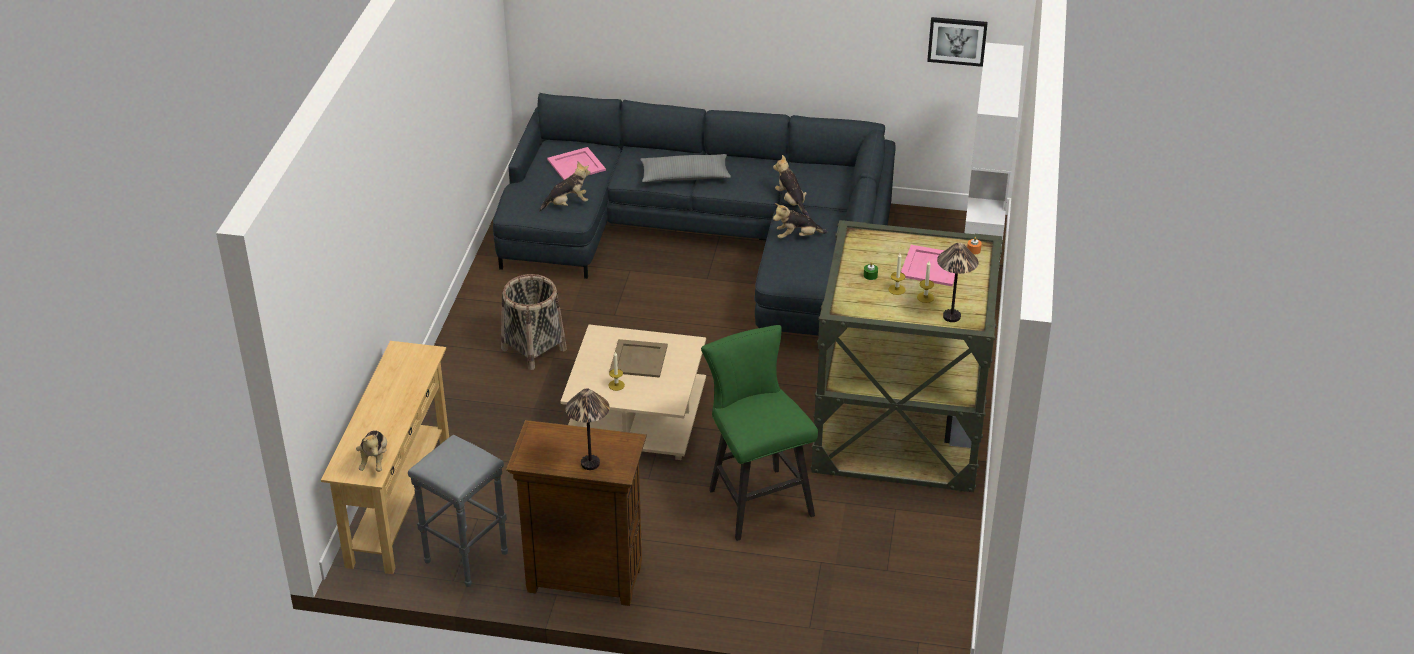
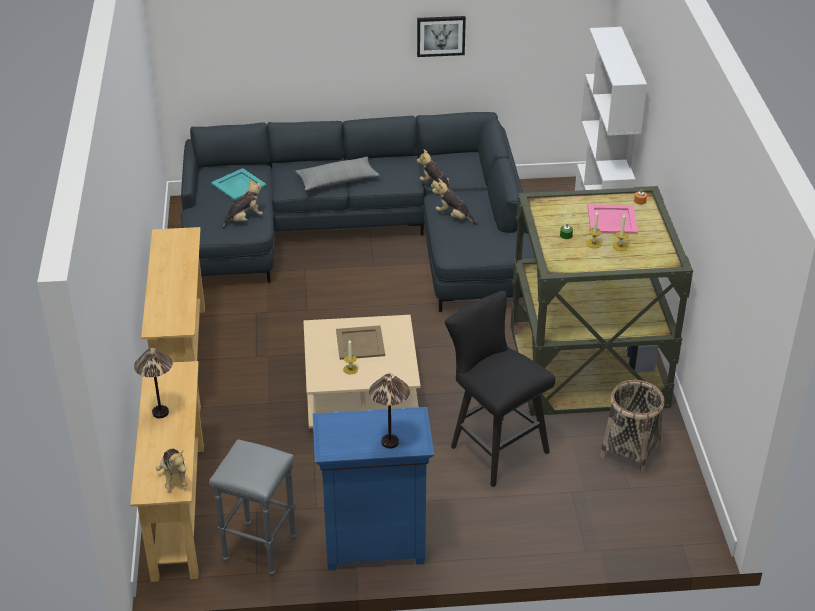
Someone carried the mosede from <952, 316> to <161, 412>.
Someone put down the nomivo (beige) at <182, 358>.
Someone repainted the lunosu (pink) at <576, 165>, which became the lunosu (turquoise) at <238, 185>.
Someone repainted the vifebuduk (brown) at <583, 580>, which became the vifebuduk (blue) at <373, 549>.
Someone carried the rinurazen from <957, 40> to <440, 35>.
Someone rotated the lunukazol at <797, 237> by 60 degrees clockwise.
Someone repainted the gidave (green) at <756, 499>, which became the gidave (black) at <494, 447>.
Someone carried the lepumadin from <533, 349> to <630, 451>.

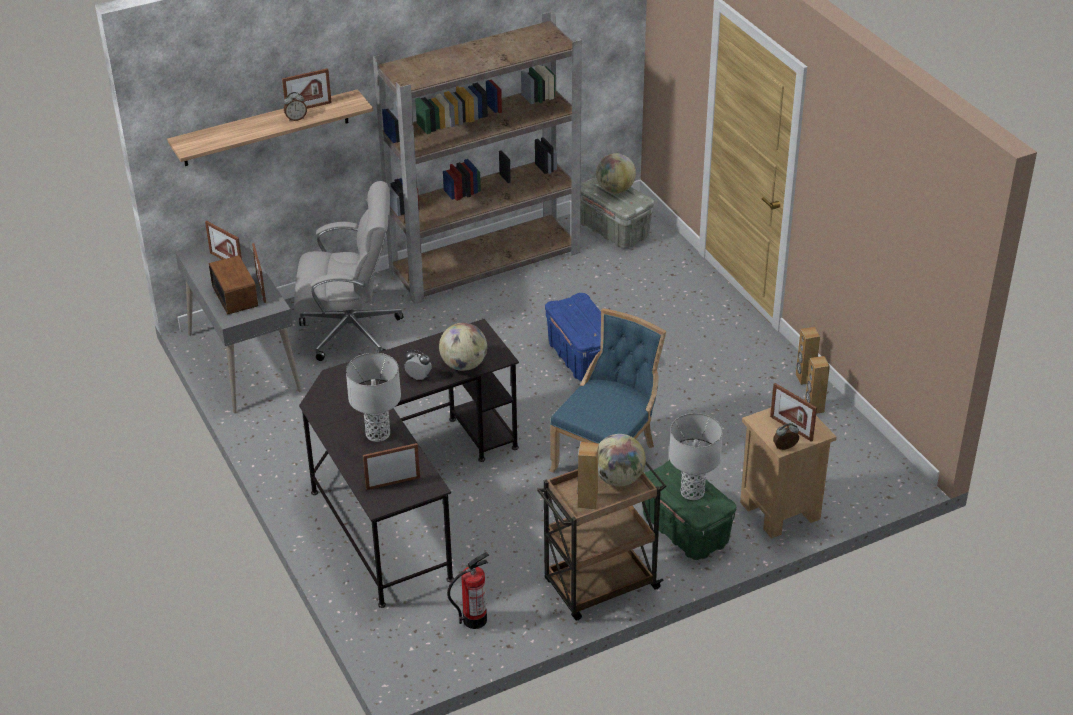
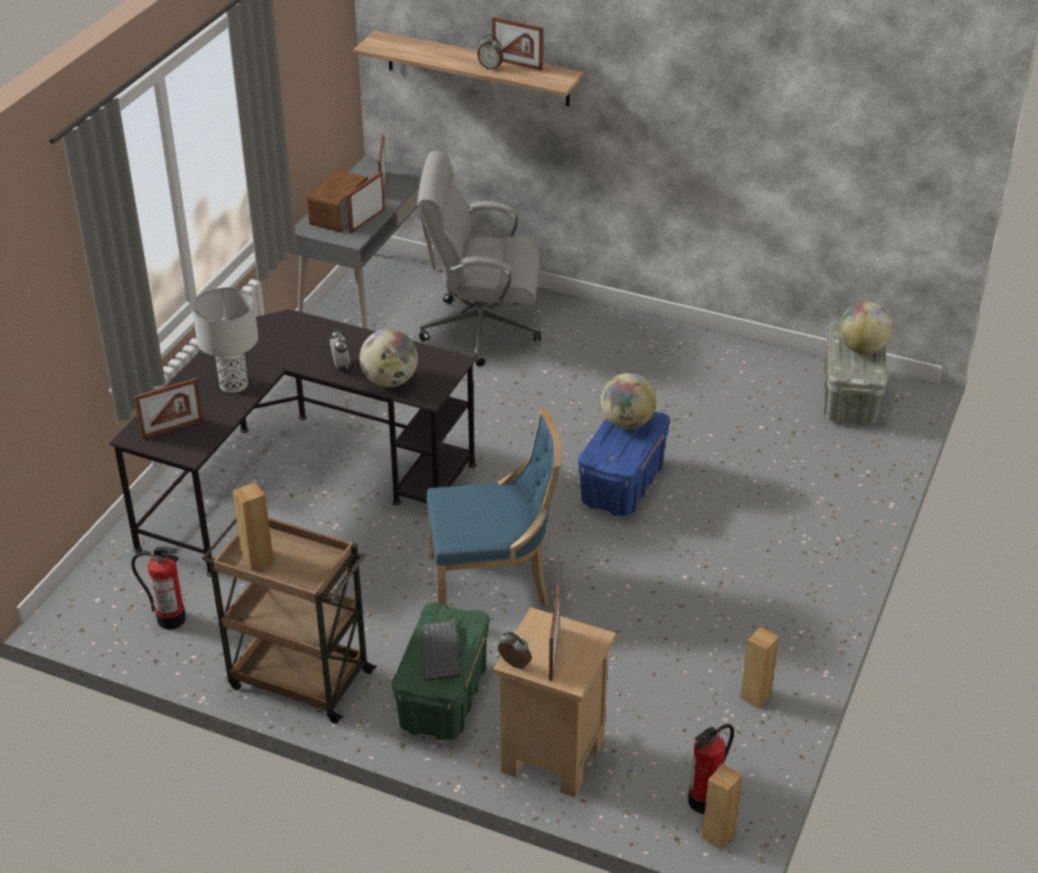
Someone rotated the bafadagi at <393, 483> by 120 degrees clockwise.
Someone rotated the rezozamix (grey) at <350, 331> by 135 degrees clockwise.
Someone swapped the mosede (white) at <693, 492> for the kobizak at <442, 652>.
Someone carried the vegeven from <618, 479> to <627, 423>.
Someone put down the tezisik at <704, 801>.
Someone carried the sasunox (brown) from <804, 378> to <717, 835>.
Someone took away the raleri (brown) at <485, 261>.

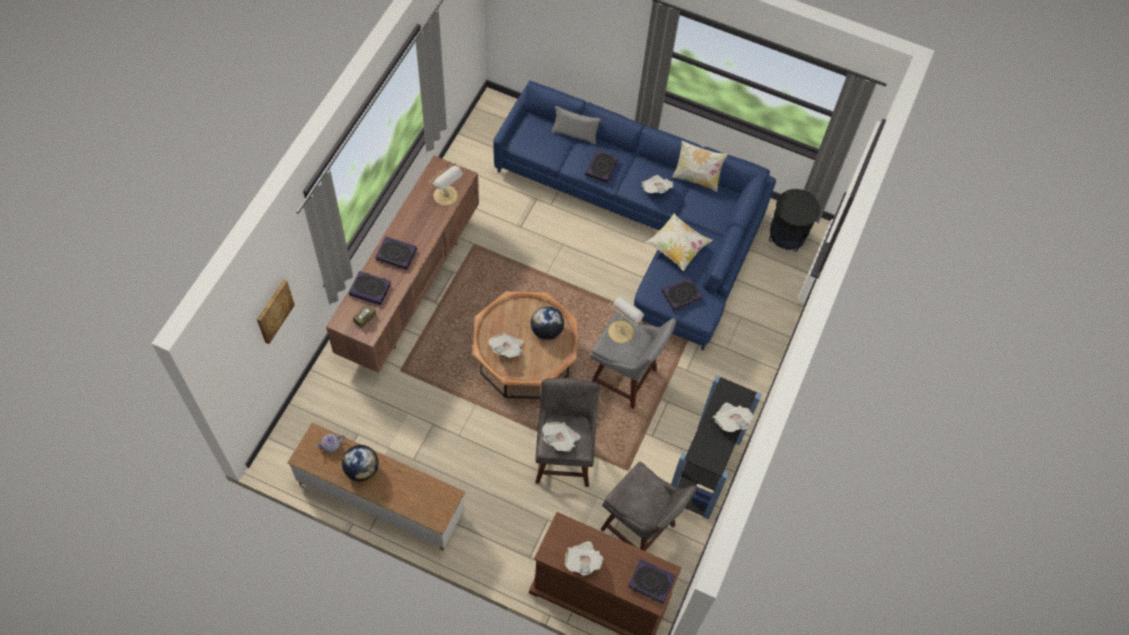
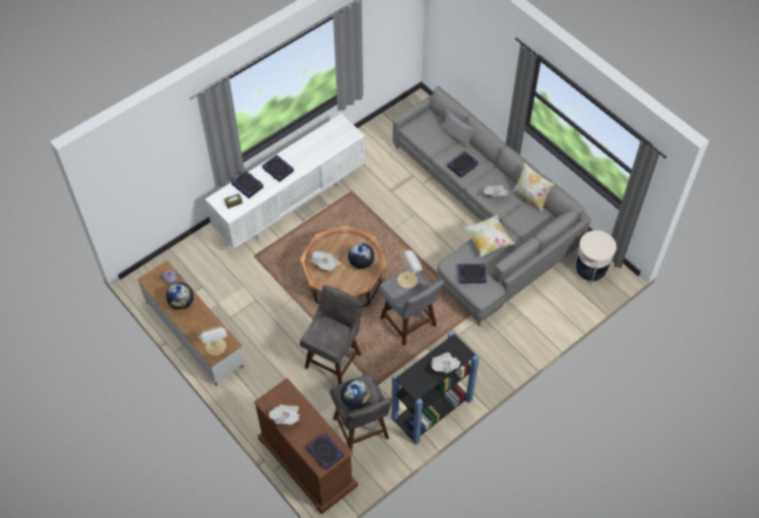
Someone carried the mosede from <446, 196> to <216, 347>.
Someone repainted the vifebuduk (brown) at <410, 287>, which became the vifebuduk (white) at <291, 203>.
Someone put down the vegeven at <355, 400>.
Someone repainted the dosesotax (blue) at <643, 218>, which became the dosesotax (grey) at <486, 217>.
Someone repainted the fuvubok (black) at <787, 236>, which became the fuvubok (beige) at <590, 270>.
Someone took away the rinurazen at <274, 311>.
Someone took away the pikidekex at <561, 440>.

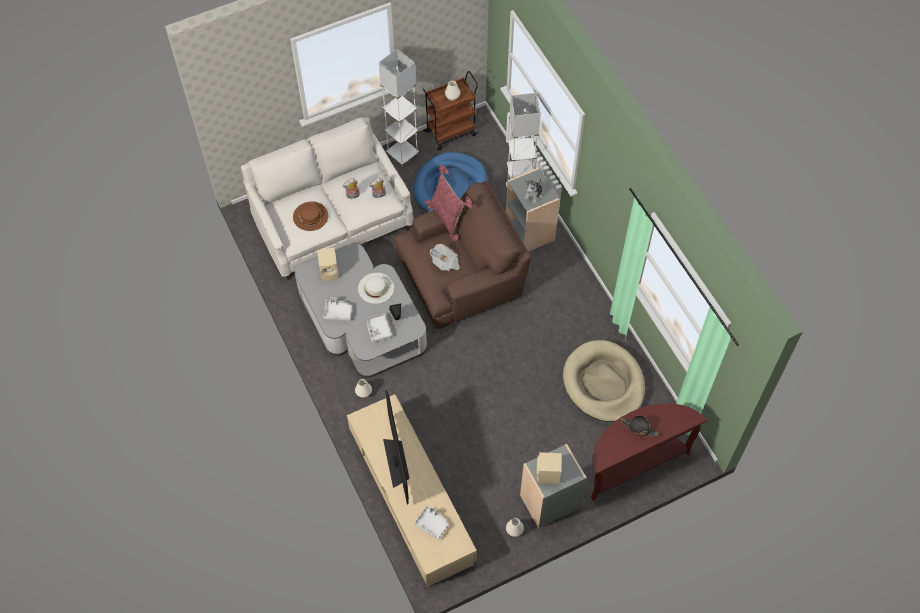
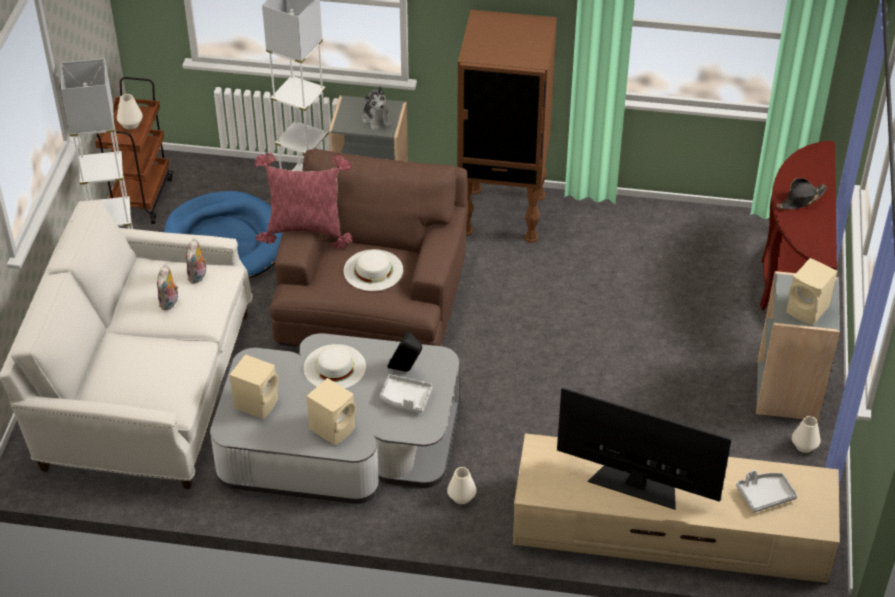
Someone swapped the lunosu (grey) at <338, 312> for the sasunox (beige) at <334, 428>.
Someone swapped the pikidekex at <445, 263> for the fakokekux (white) at <373, 270>.
Someone put down the vifebuduk (brown) at <503, 214>.
Someone took away the fakokekux (brown) at <310, 216>.
Someone took away the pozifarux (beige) at <603, 383>.

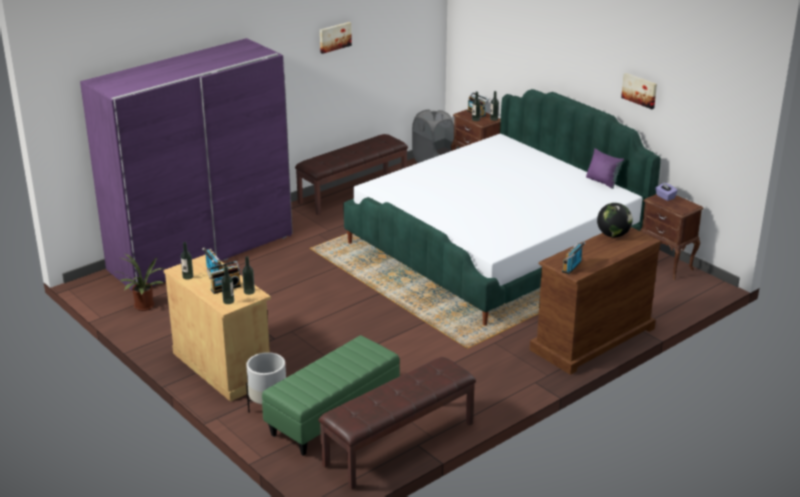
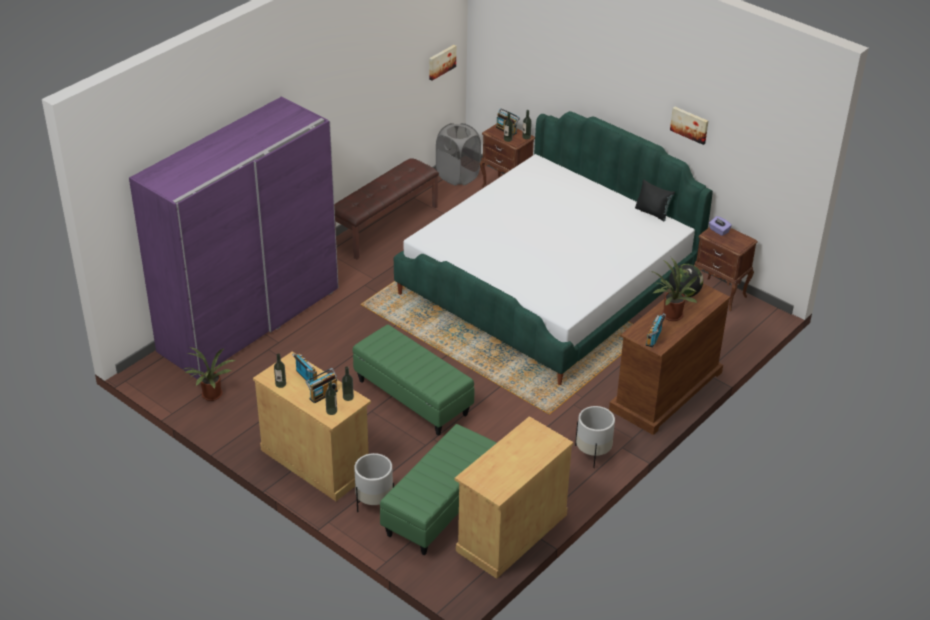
Someone put down the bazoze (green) at <412, 398>.
Someone carried the rinurazen from <334, 37> to <441, 62>.
Someone swapped the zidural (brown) at <399, 444> for the vifebuduk (beige) at <511, 532>.
Someone put down the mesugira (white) at <593, 453>.
Someone repainted the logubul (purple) at <602, 181>, which became the logubul (black) at <652, 213>.
Someone put down the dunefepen at <670, 316>.

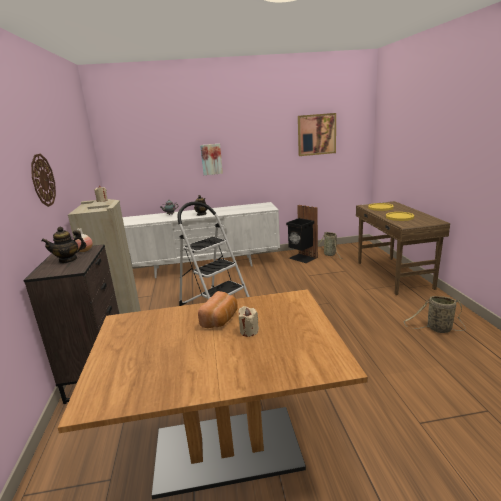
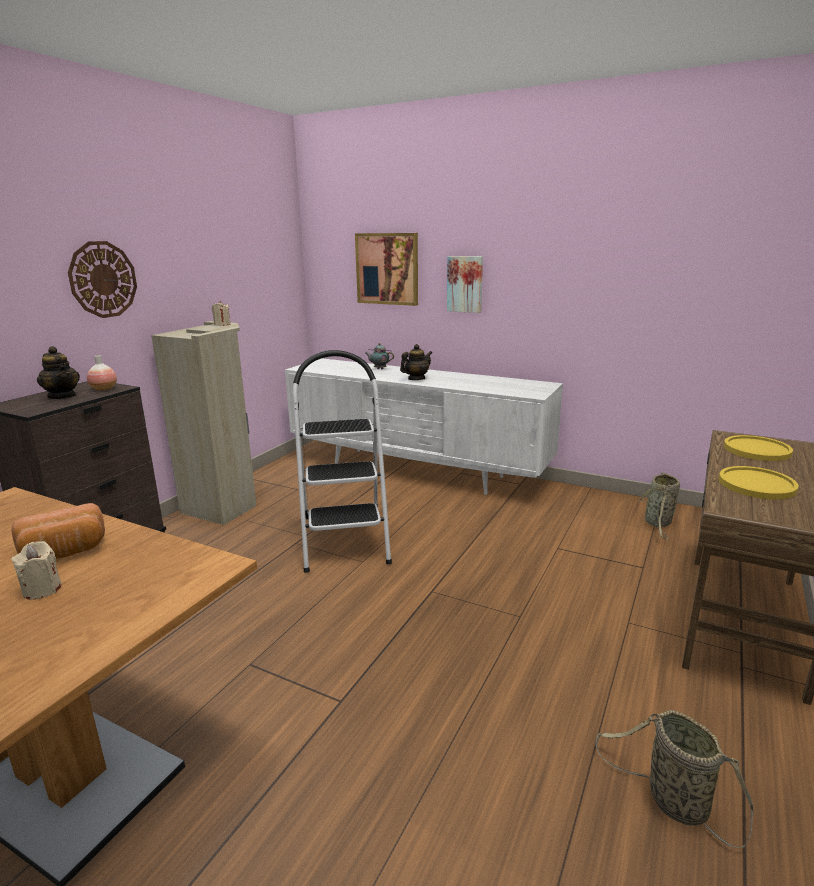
Someone rotated the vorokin at <68, 260> by 150 degrees counterclockwise.
Someone carried the rinurazen from <316, 134> to <387, 269>.
Someone took away the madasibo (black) at <302, 258>.

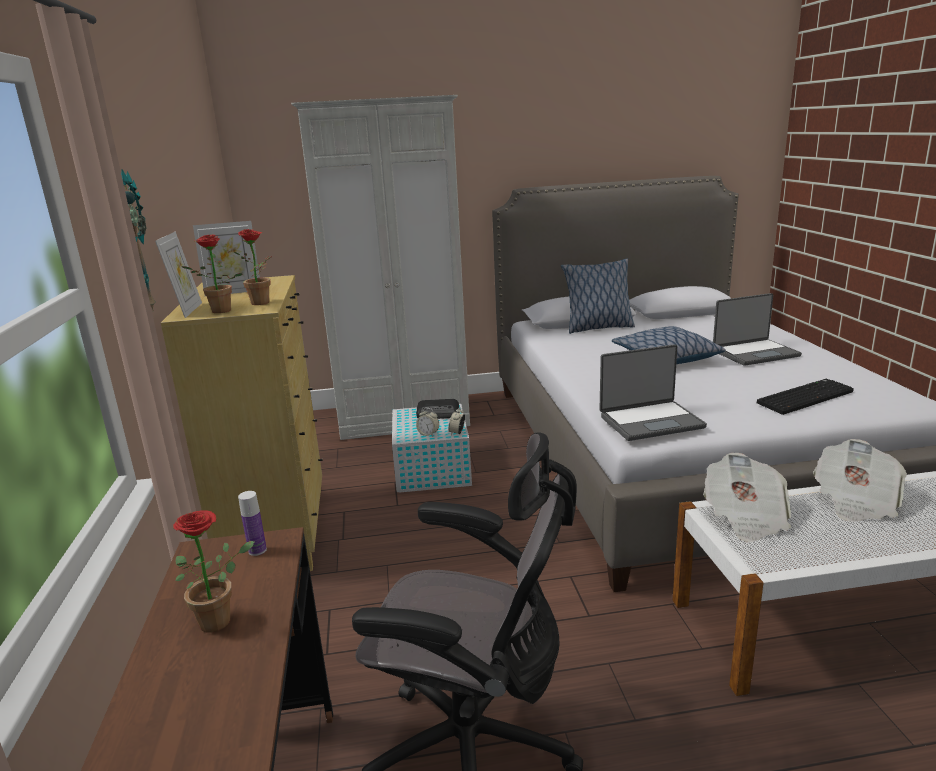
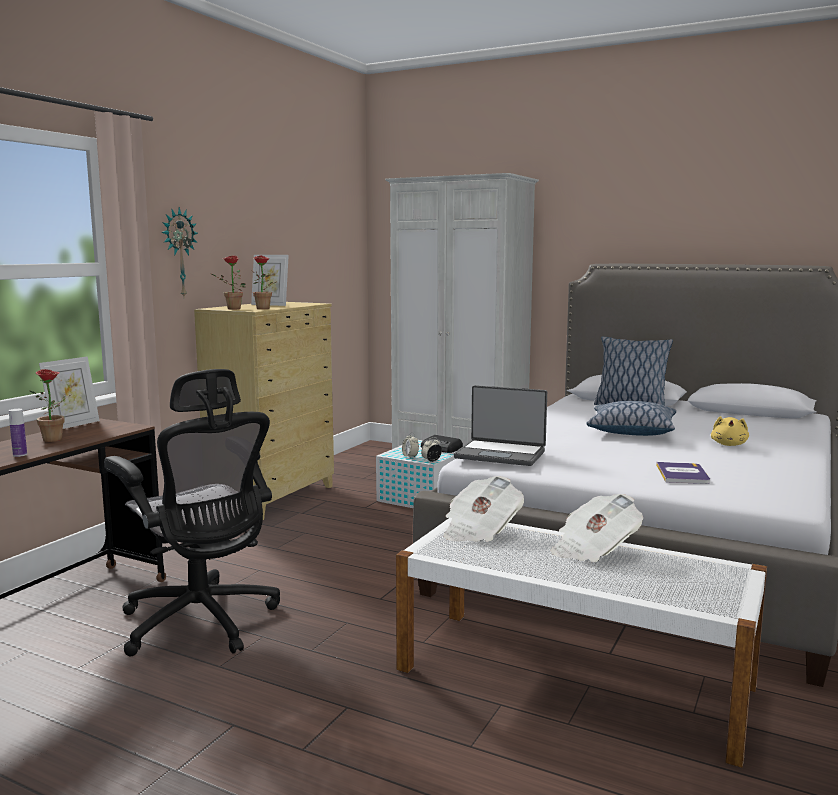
Someone carried the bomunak from <257, 550> to <20, 455>.
Someone carried the bafadagi from <187, 310> to <73, 425>.
Someone swapped the kobizak at <804, 397> for the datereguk at <682, 474>.
Someone swapped the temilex at <754, 353> for the lunukazol (yellow) at <729, 444>.

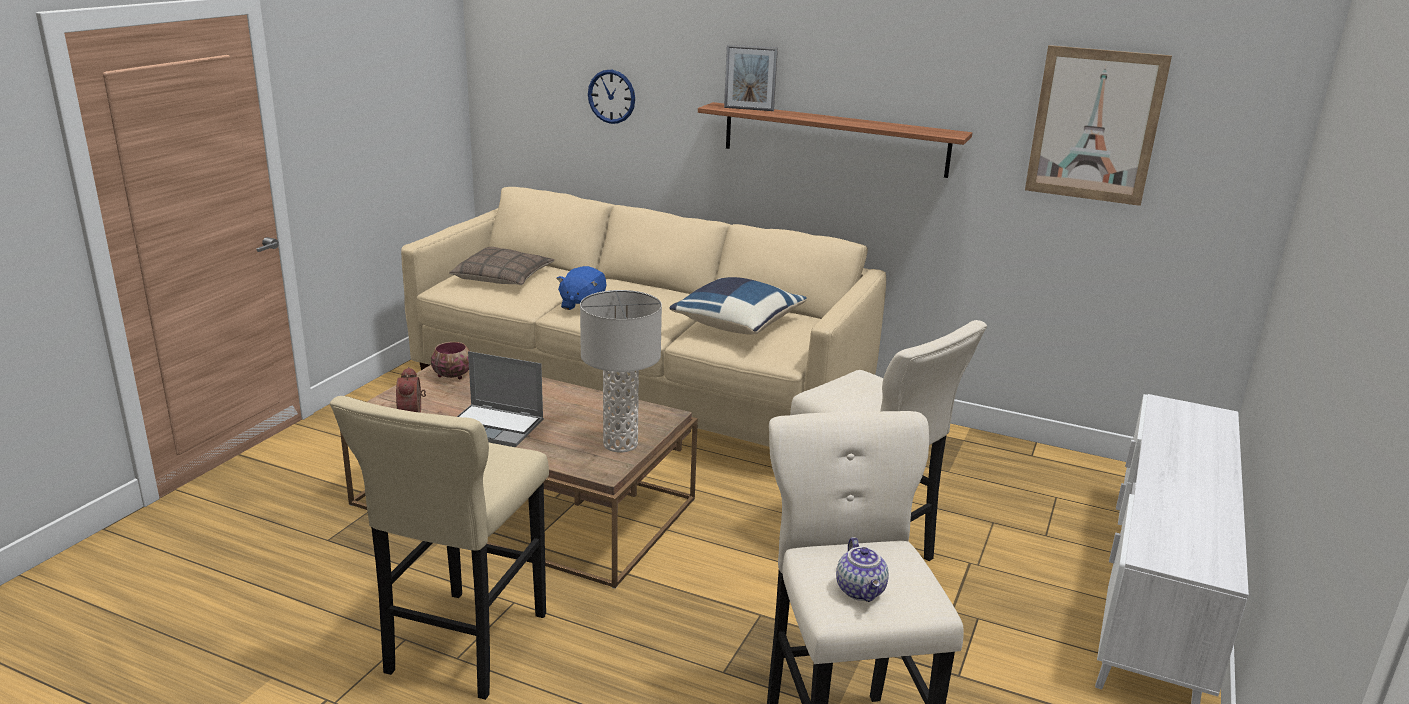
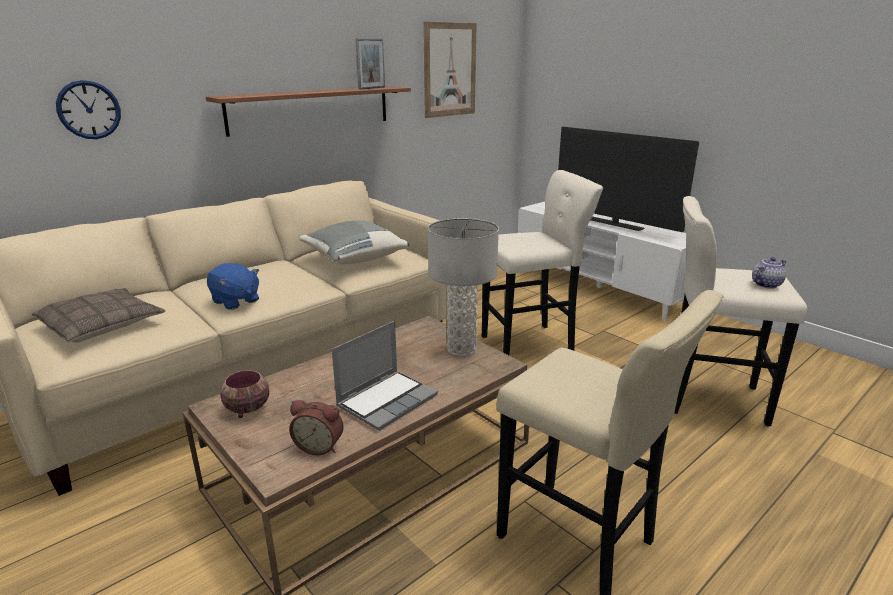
Someone repainted the logubul (blue) at <736, 324>, which became the logubul (grey) at <354, 258>.
Someone carried the bafadagi from <748, 109> to <372, 88>.
Someone put down the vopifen at <614, 224>.
Someone rotated the vorokin at <861, 591> by 45 degrees counterclockwise.

